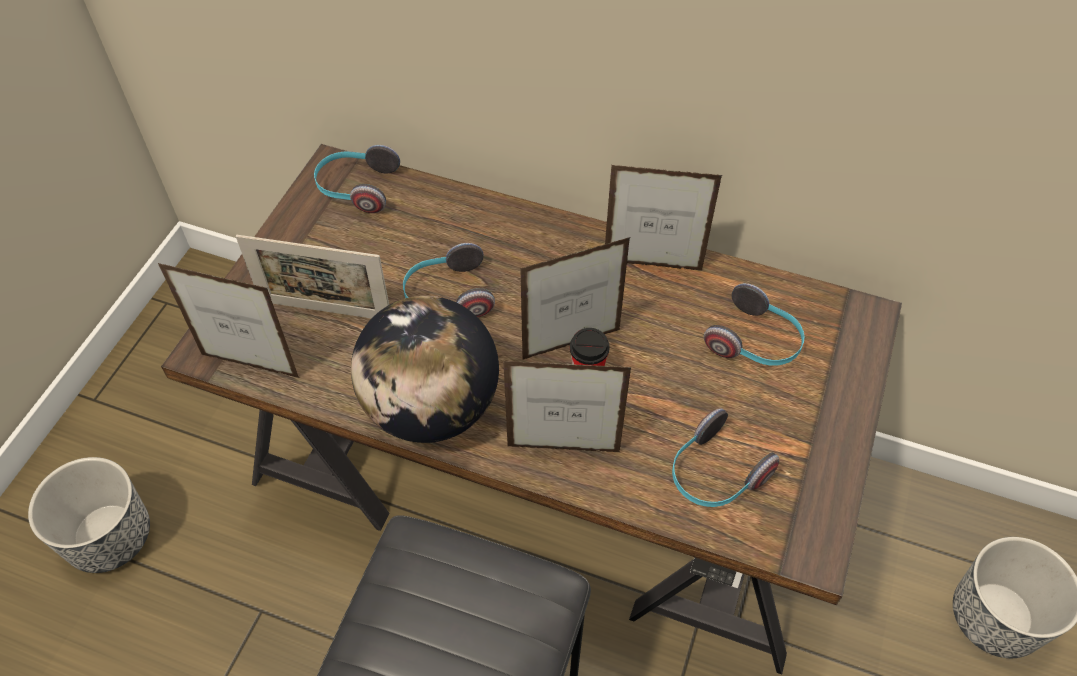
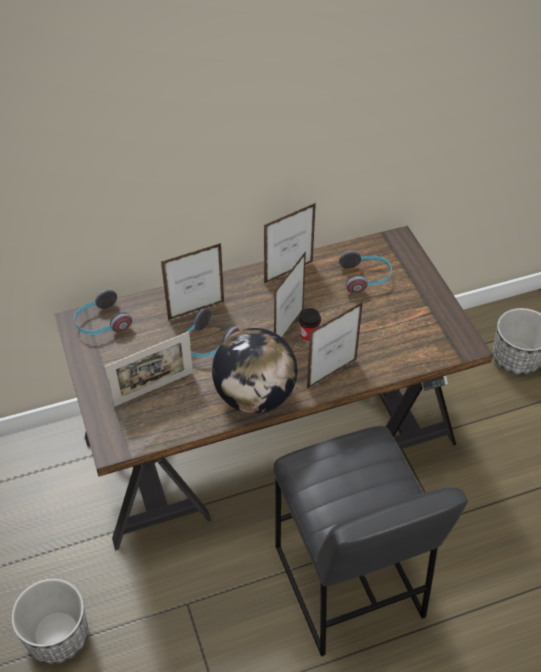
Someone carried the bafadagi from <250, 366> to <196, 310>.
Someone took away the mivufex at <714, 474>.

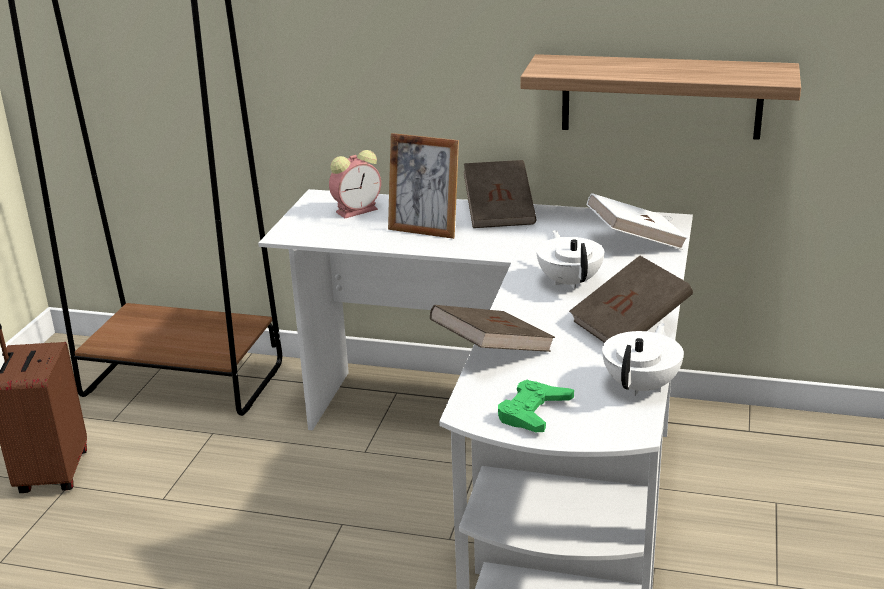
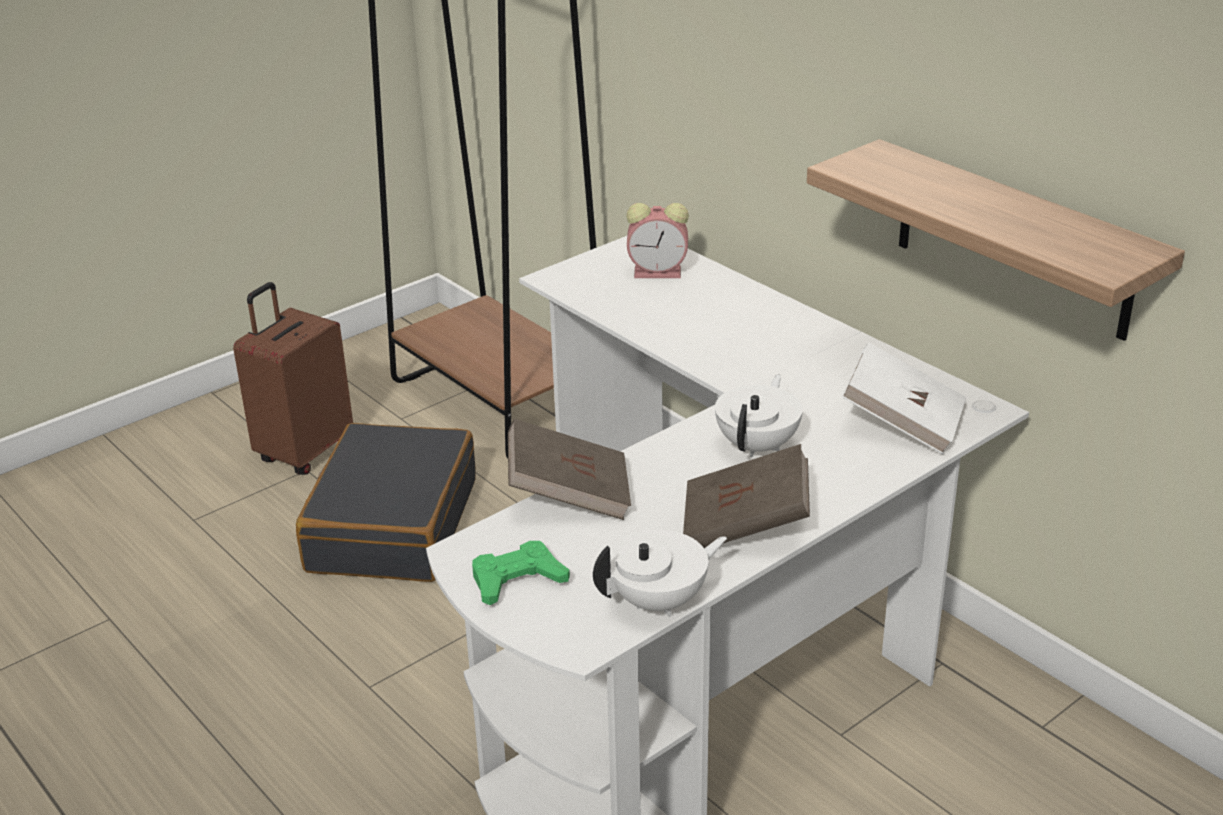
Someone put down the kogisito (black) at <391, 525>.
Someone took away the bafadagi at <424, 230>.
Someone took away the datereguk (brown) at <499, 213>.

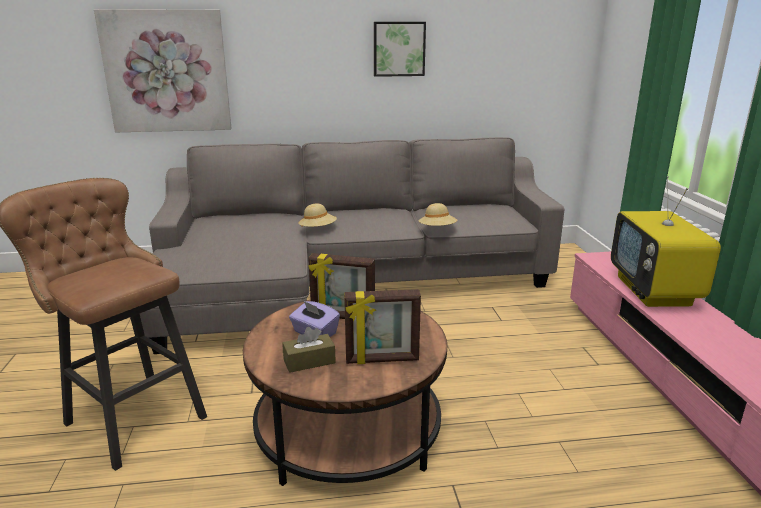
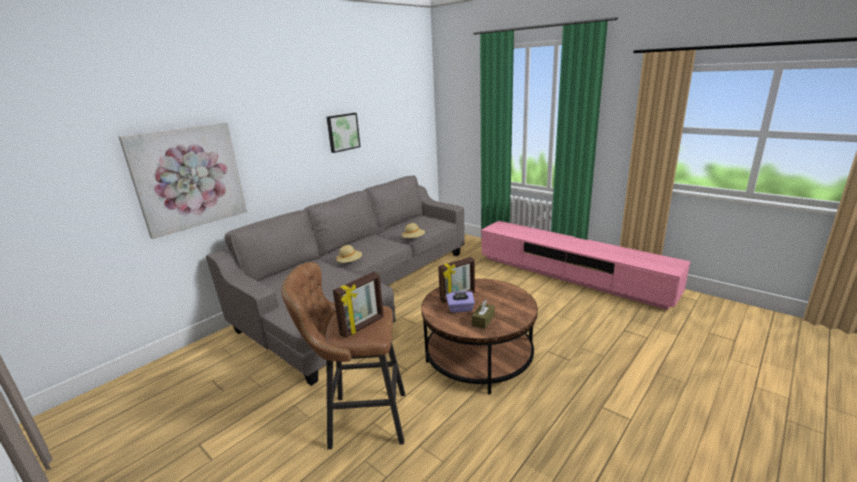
Someone carried the bafadagi from <382, 360> to <363, 326>.
Someone took away the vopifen at <654, 291>.

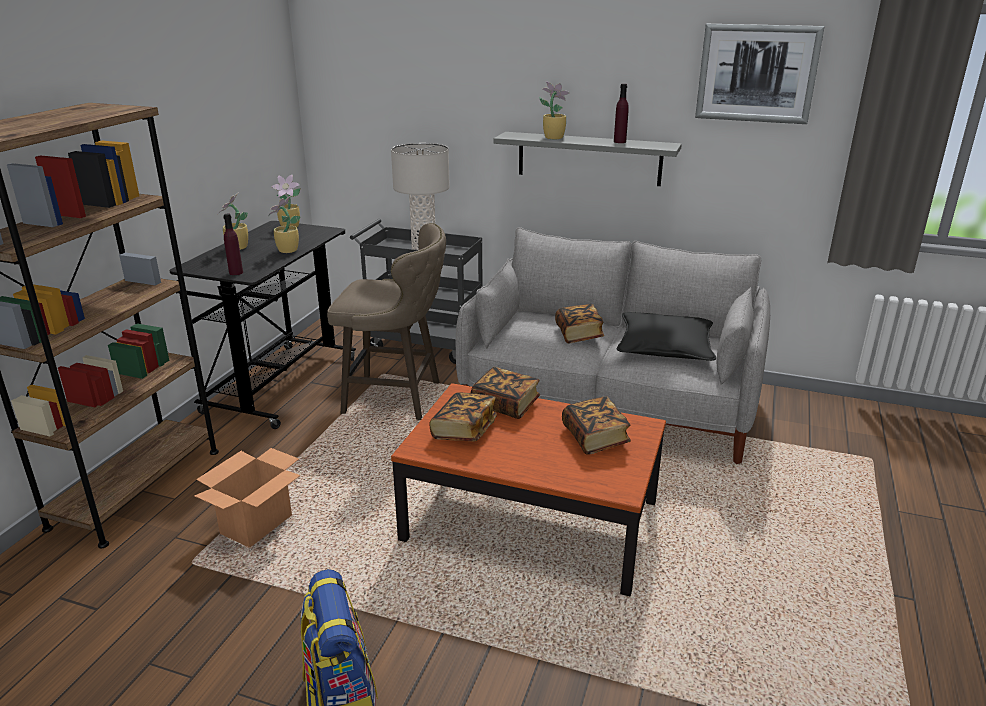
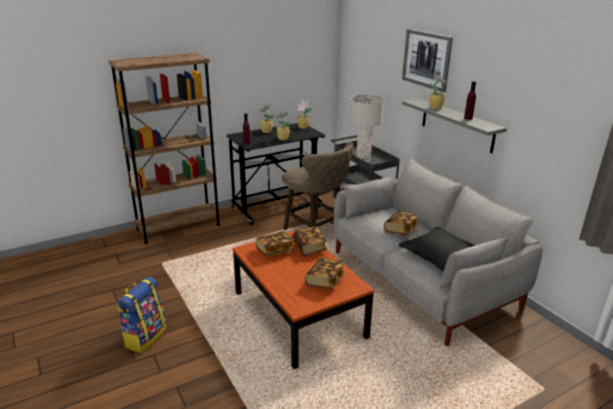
Someone carried the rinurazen from <757, 73> to <426, 59>.
Someone took away the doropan at <257, 525>.

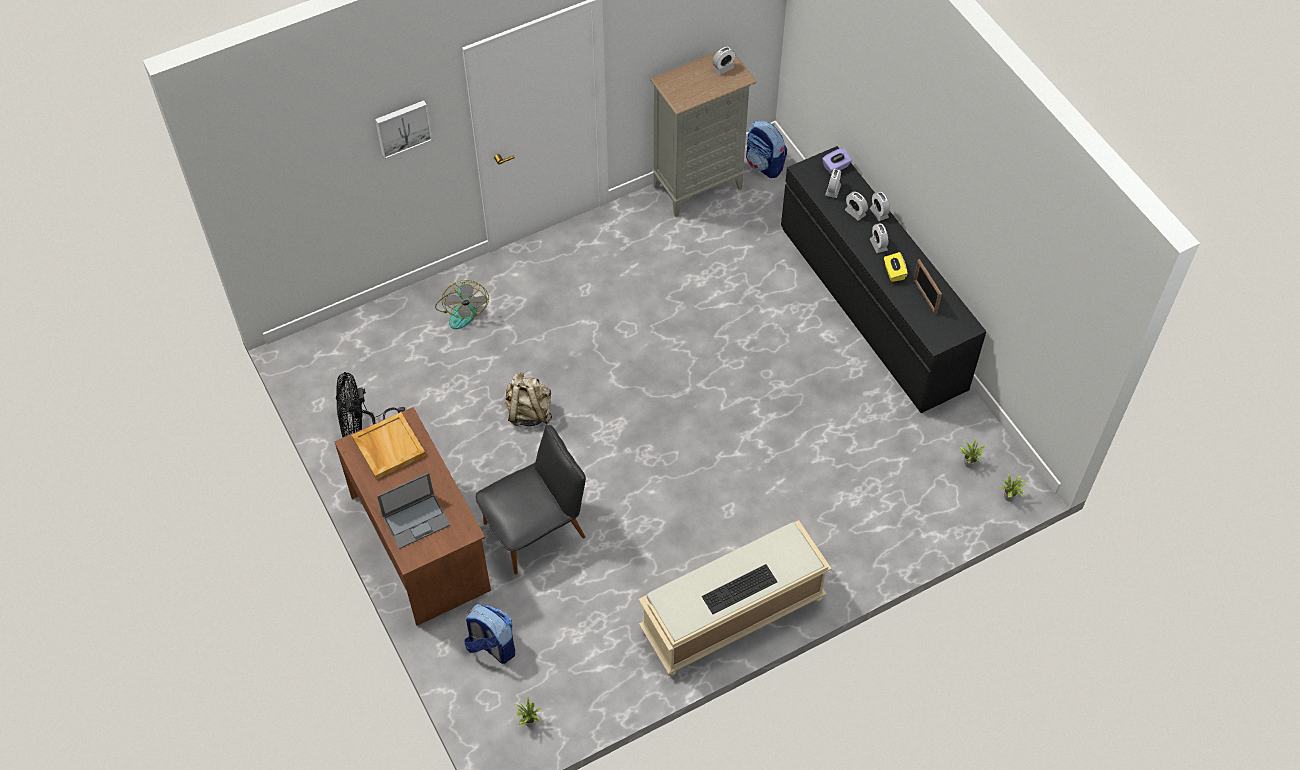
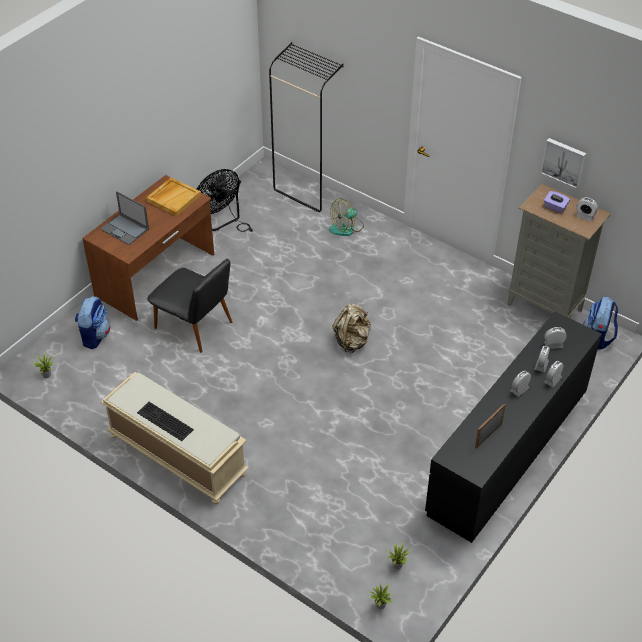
Someone put down the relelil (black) at <307, 193>.
Someone carried the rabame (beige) from <528, 412> to <352, 341>.
Someone carried the rinurazen from <402, 127> to <564, 162>.
Someone carried the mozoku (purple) from <836, 167> to <555, 207>.
Someone took away the mozoku (yellow) at <894, 272>.

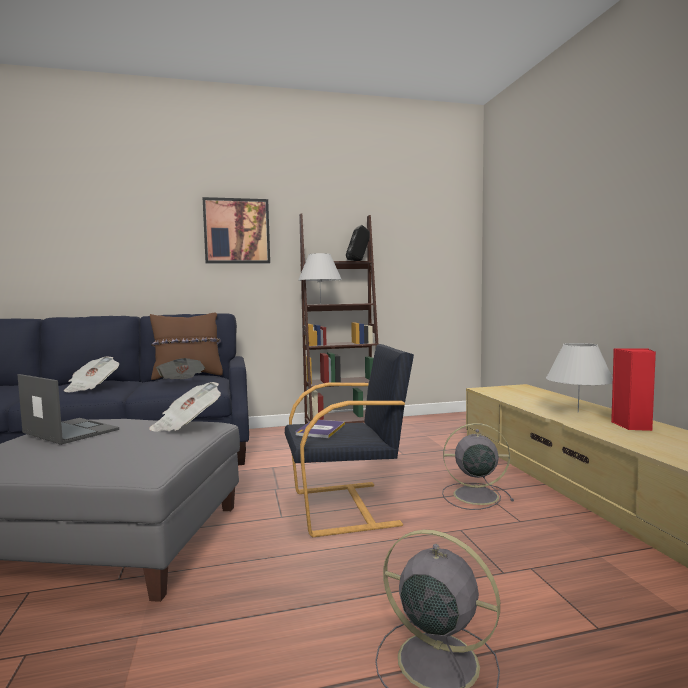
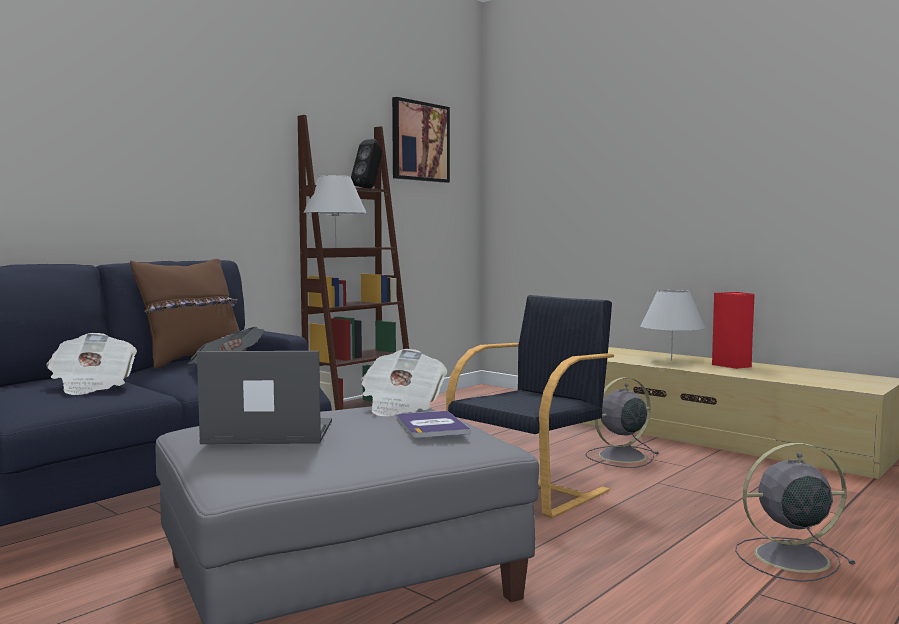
Someone carried the rinurazen from <237, 231> to <420, 141>.
Someone carried the datereguk from <320, 429> to <431, 426>.

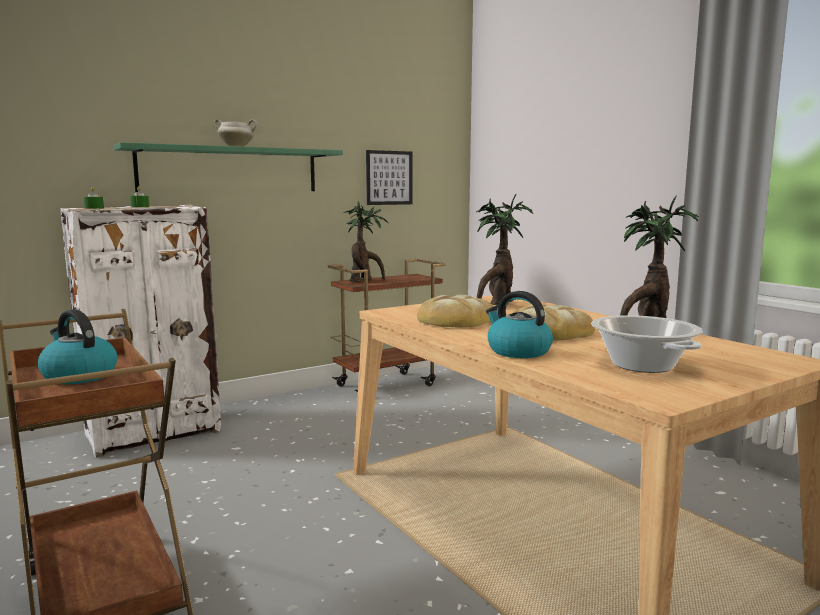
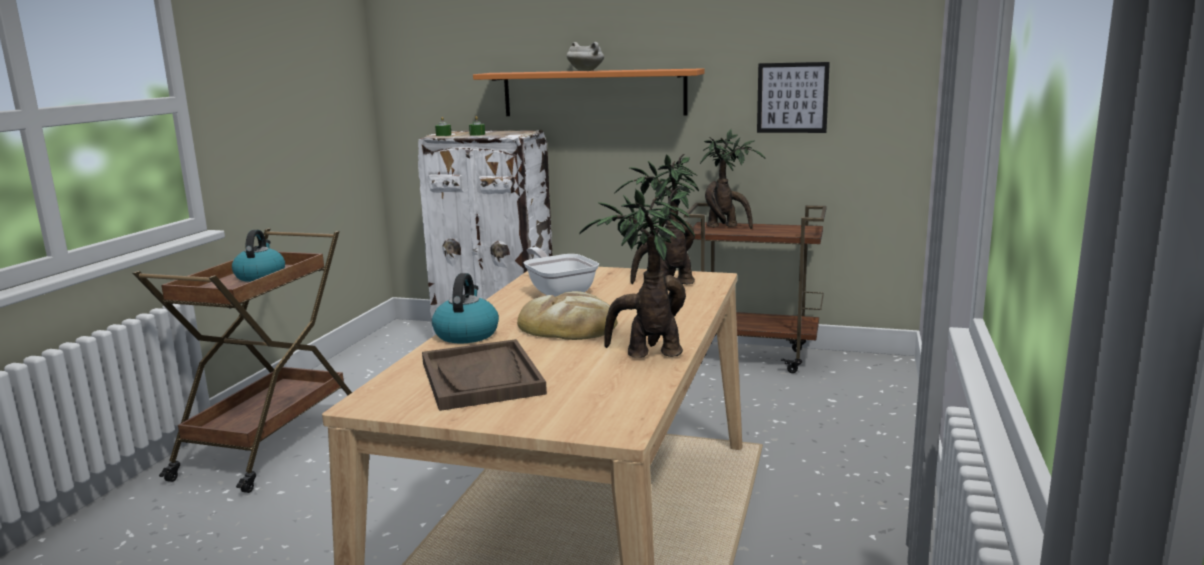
Someone swapped the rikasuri at <642, 365> for the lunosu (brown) at <482, 378>.
Someone repainted the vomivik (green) at <230, 170>, which became the vomivik (orange) at <593, 93>.
Someone swapped the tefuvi at <456, 320> for the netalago at <559, 292>.

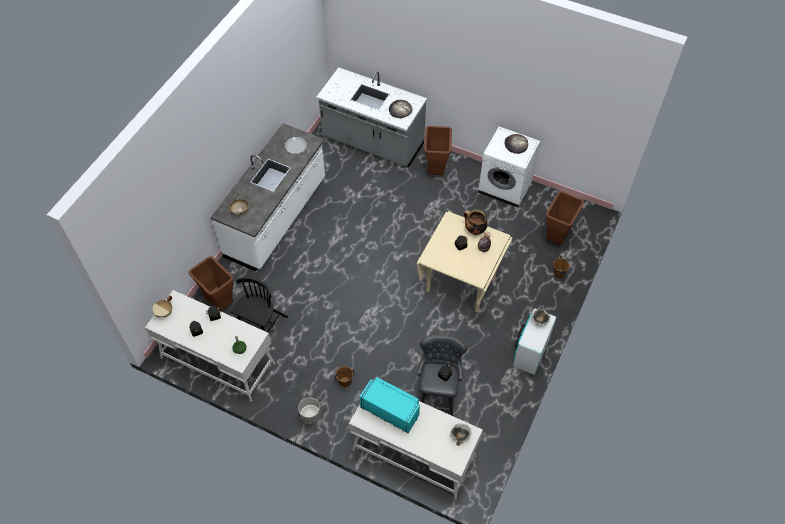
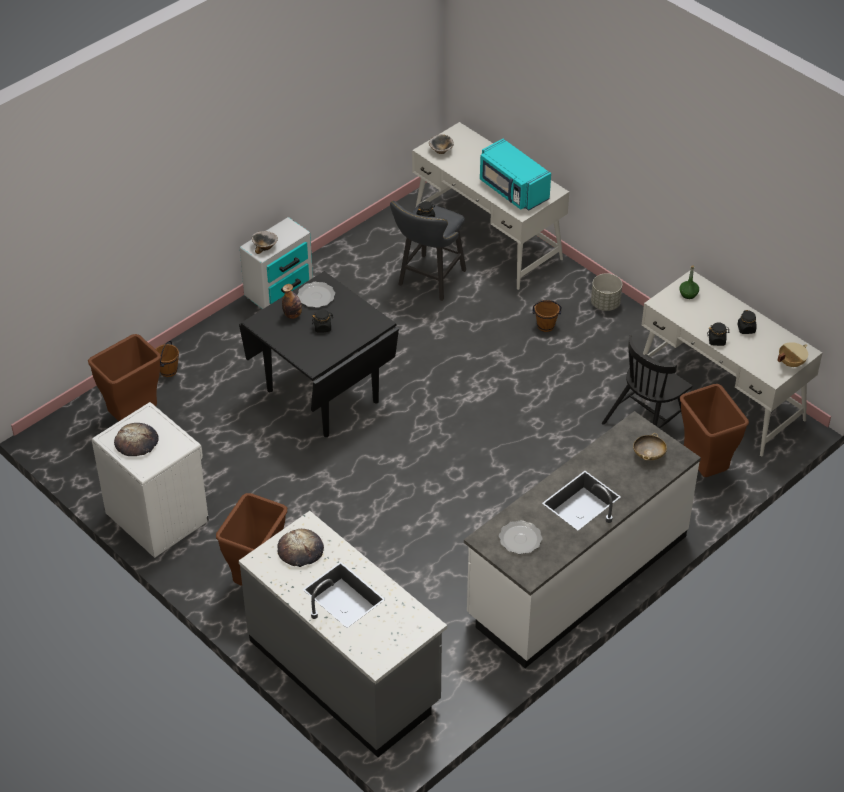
Someone repainted the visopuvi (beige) at <460, 284>, which became the visopuvi (black) at <322, 396>.
Someone put down the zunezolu at <316, 296>.
Someone took away the rikasuri at <474, 230>.

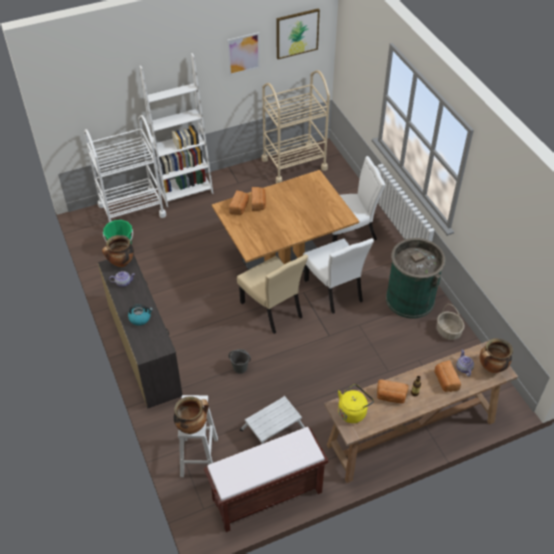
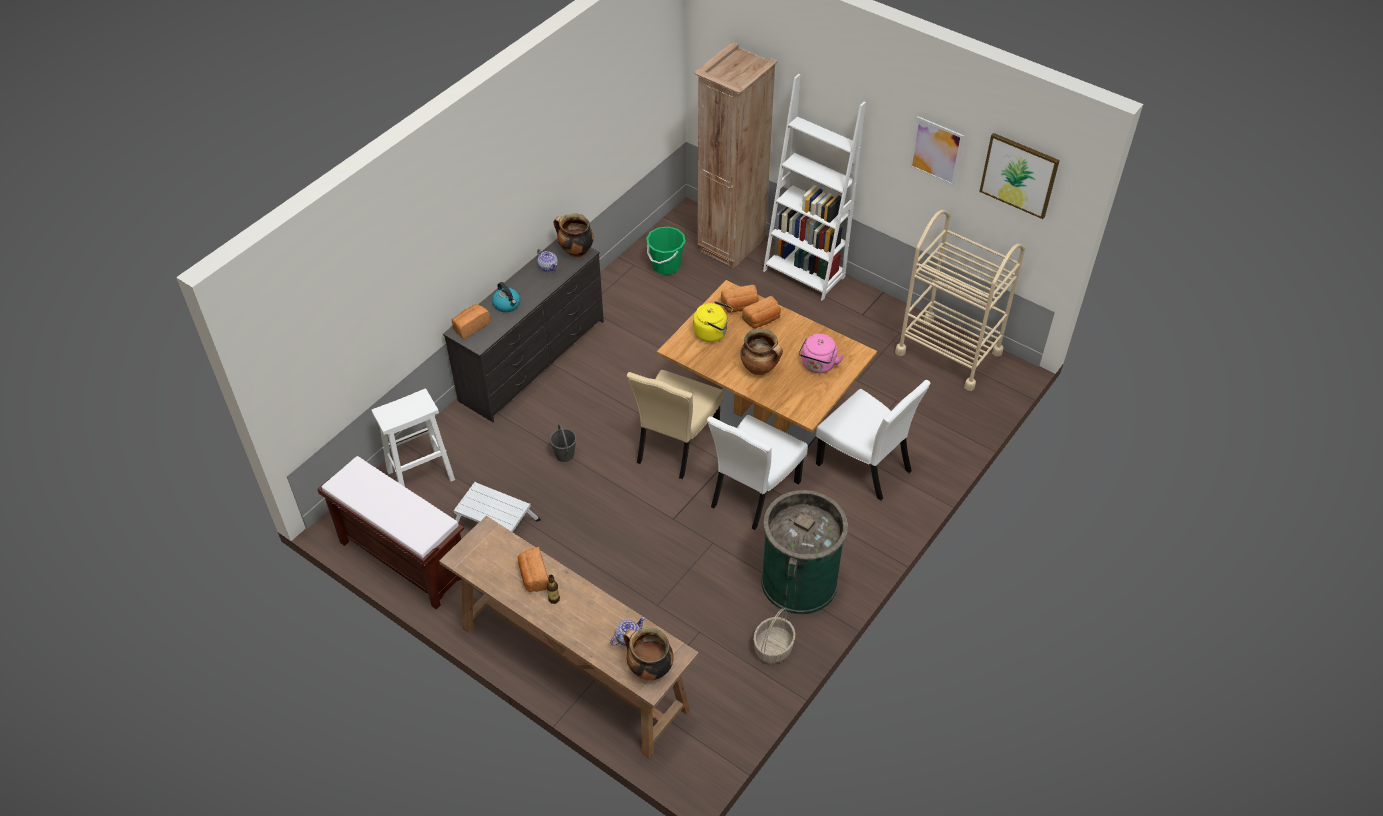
Someone carried the tefuvi from <445, 381> to <471, 327>.
Someone carried the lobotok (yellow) from <353, 411> to <712, 333>.
Someone swapped the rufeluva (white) at <132, 210> for the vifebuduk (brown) at <731, 244>.
Someone carried the rikasuri from <192, 425> to <760, 369>.
Someone put down the lobotok (pink) at <818, 365>.

